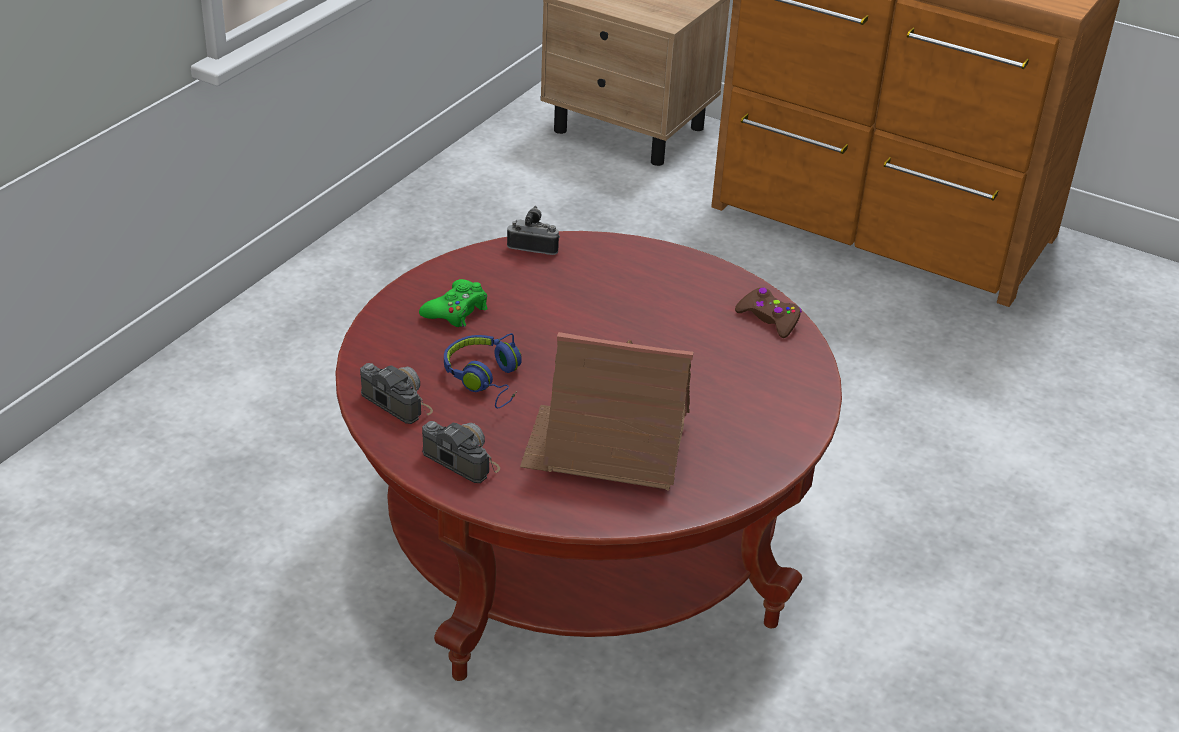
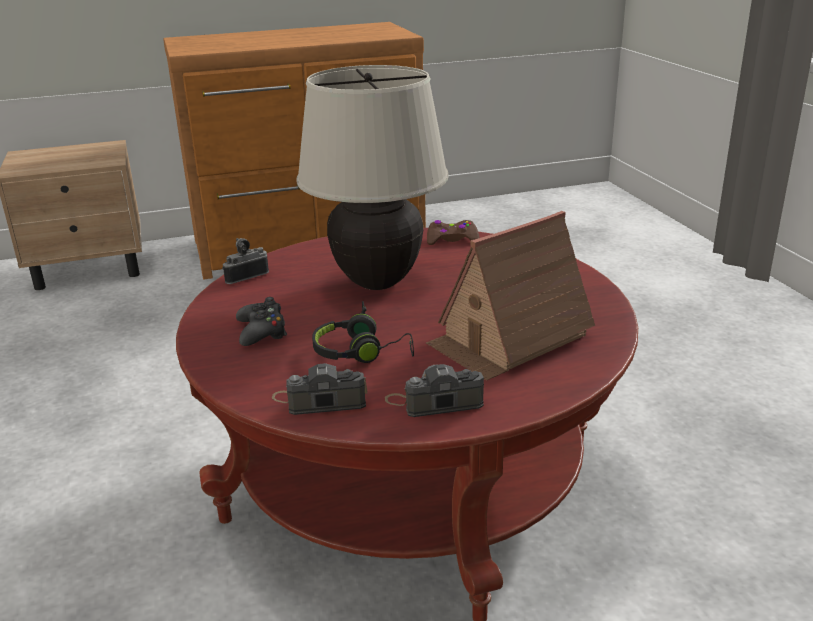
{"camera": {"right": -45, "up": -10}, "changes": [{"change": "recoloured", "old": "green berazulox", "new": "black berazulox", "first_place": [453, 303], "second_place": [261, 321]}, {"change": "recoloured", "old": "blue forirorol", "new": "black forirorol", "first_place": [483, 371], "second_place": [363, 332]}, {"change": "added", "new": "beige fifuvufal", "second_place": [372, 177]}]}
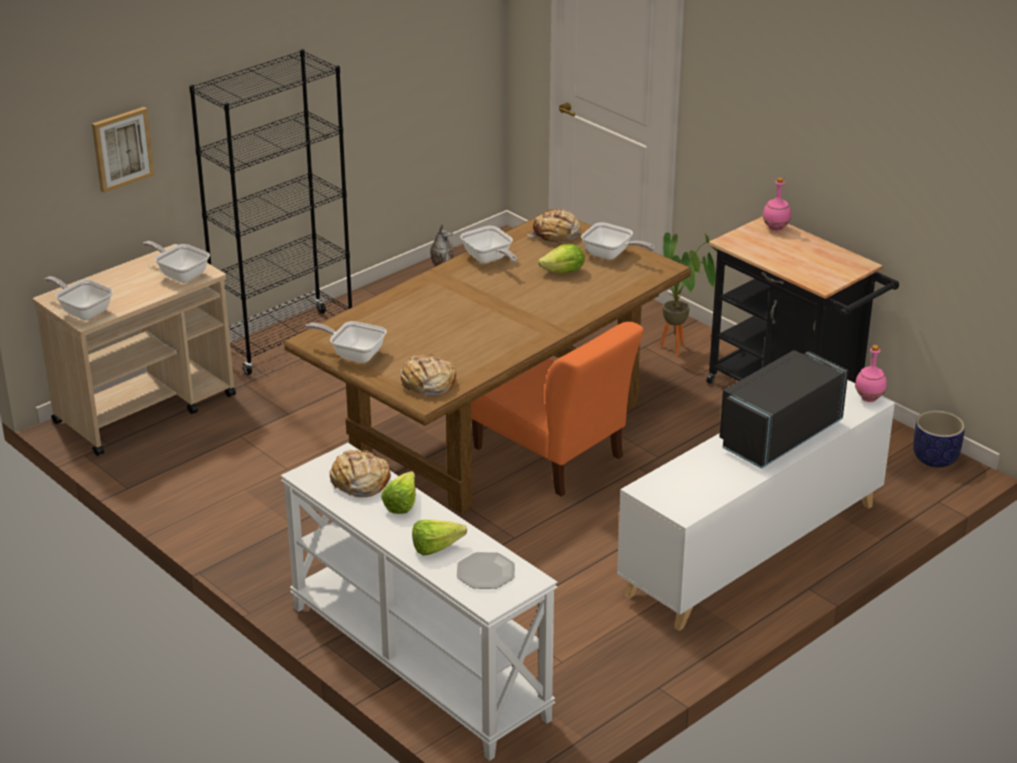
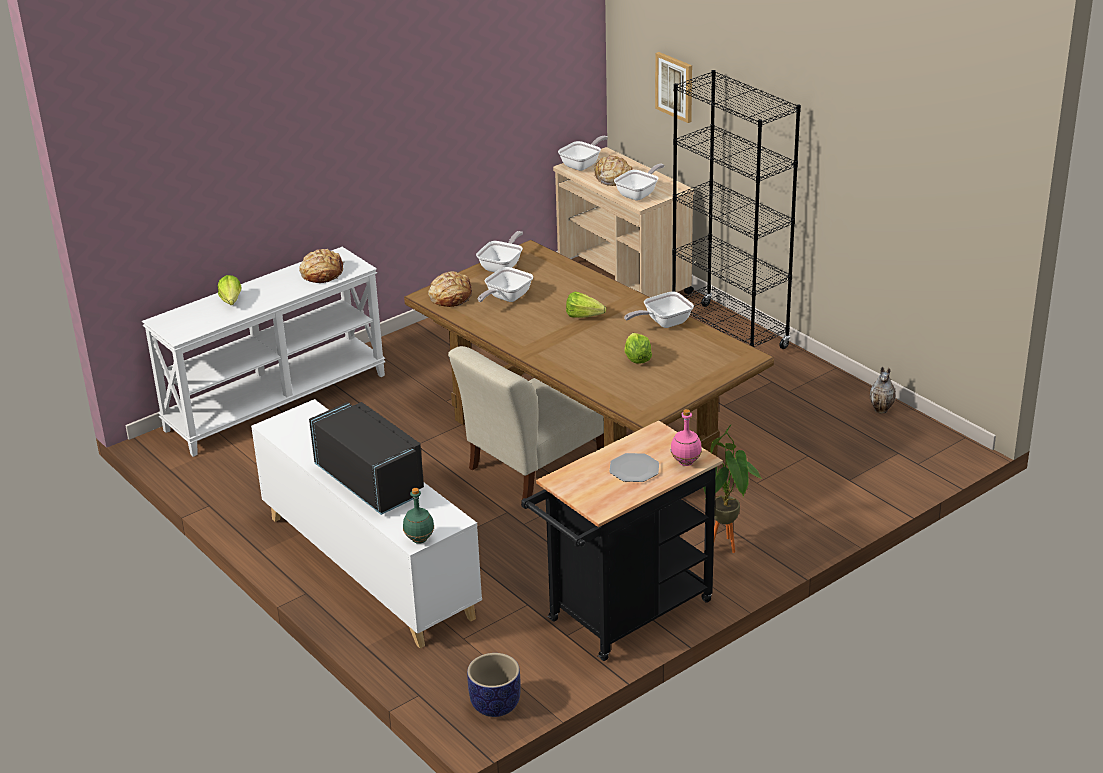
{"camera": {"right": 95, "up": 0}, "changes": [{"change": "moved", "old": "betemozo", "first_place": [398, 493], "second_place": [586, 304]}, {"change": "moved", "old": "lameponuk", "first_place": [486, 570], "second_place": [634, 467]}, {"change": "recoloured", "old": "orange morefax", "new": "beige morefax", "first_place": [557, 409], "second_place": [526, 422]}, {"change": "moved", "old": "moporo", "first_place": [554, 226], "second_place": [613, 170]}, {"change": "moved", "old": "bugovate", "first_place": [618, 241], "second_place": [505, 284]}, {"change": "recoloured", "old": "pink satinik", "new": "green satinik", "first_place": [871, 373], "second_place": [418, 516]}]}
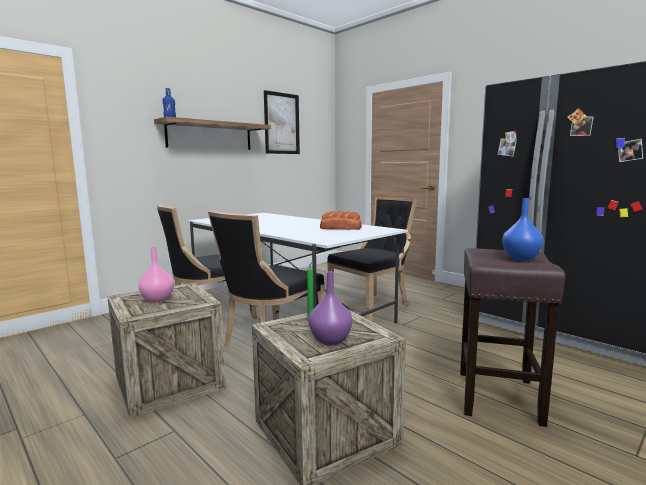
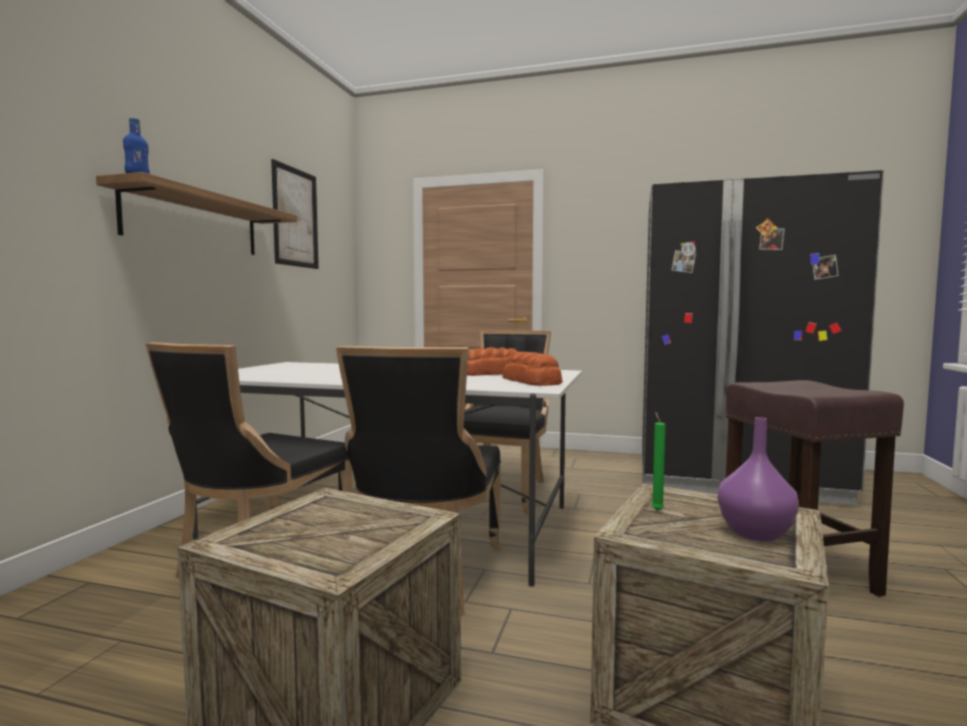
{"camera": {"right": -30, "up": -5}, "changes": [{"change": "removed", "old": "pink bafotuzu", "first_place": [156, 275]}, {"change": "removed", "old": "blue bafotuzu", "first_place": [523, 229]}, {"change": "added", "new": "moporo", "second_place": [533, 369]}]}
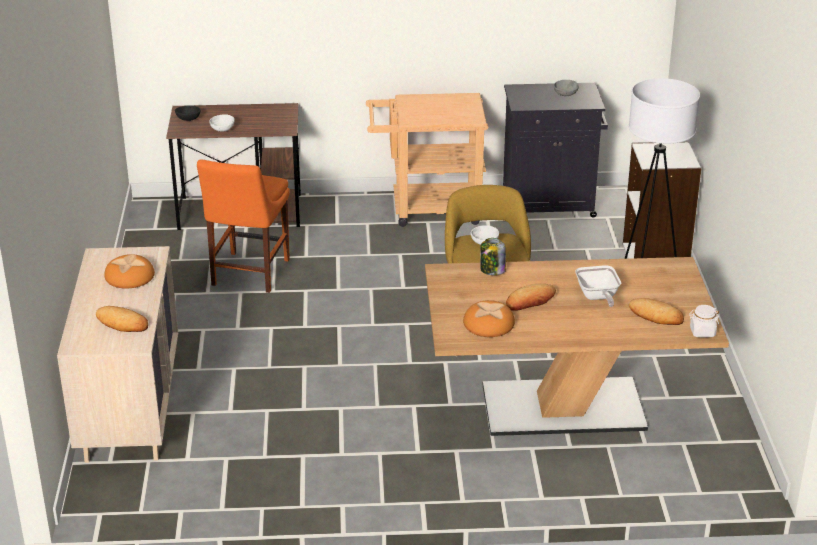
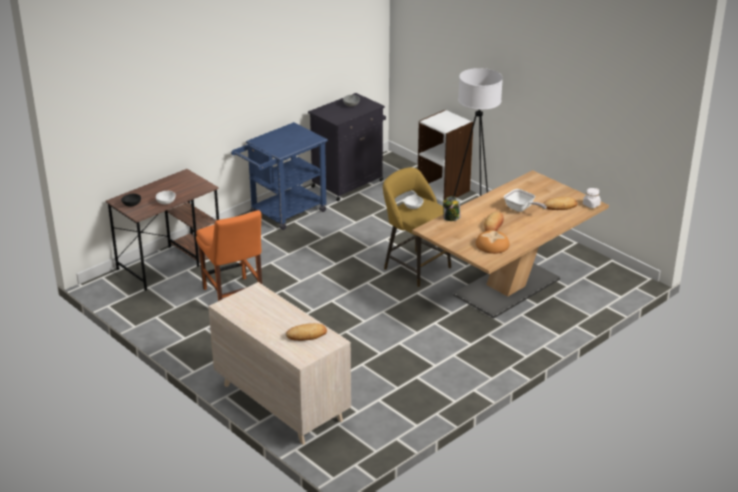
{"camera": {"right": -40, "up": 0}, "changes": [{"change": "removed", "old": "moporo", "first_place": [129, 271]}, {"change": "recoloured", "old": "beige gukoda", "new": "blue gukoda", "first_place": [427, 160], "second_place": [279, 176]}]}
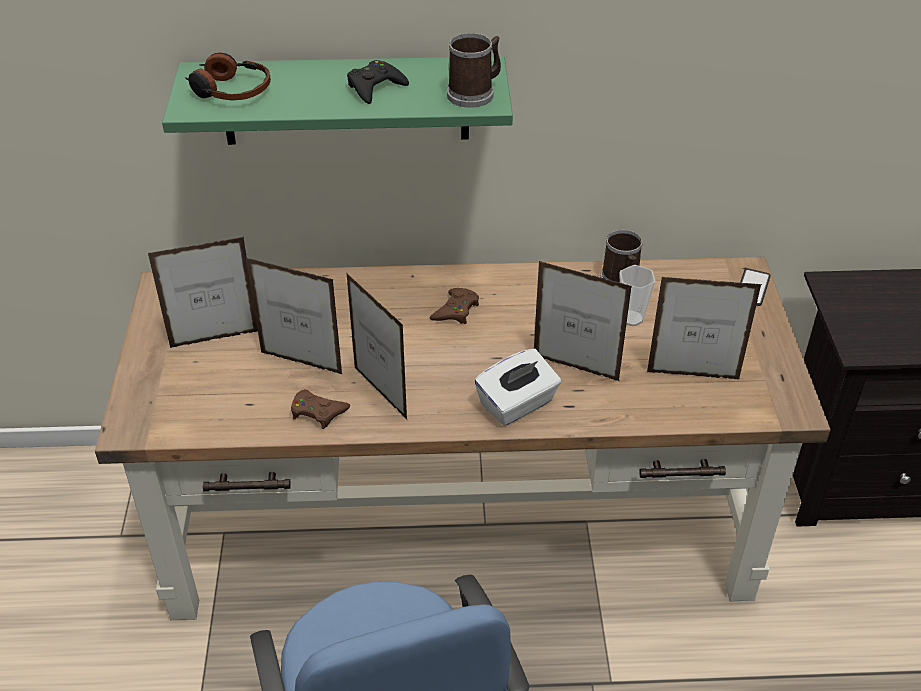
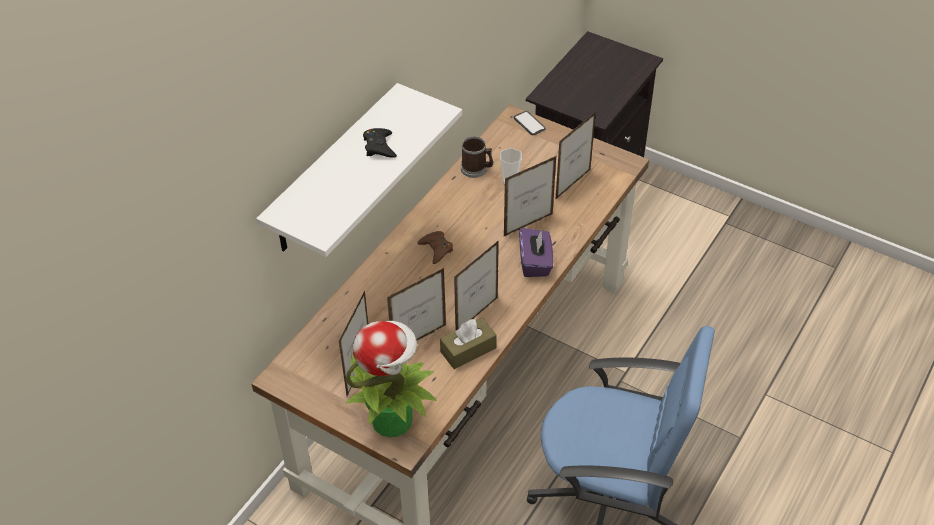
{"camera": {"right": -55, "up": 5}, "changes": [{"change": "recoloured", "old": "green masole", "new": "white masole", "first_place": [337, 100], "second_place": [359, 170]}, {"change": "removed", "old": "forirorol", "first_place": [228, 76]}, {"change": "replaced", "old": "brown berazulox", "new": "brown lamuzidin", "first_place": [320, 409], "second_place": [468, 343]}, {"change": "turned", "old": "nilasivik", "first_place": [377, 347], "second_place": [476, 285], "degrees": -45}, {"change": "removed", "old": "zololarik", "first_place": [474, 70]}, {"change": "recoloured", "old": "white lamuzidin", "new": "purple lamuzidin", "first_place": [517, 387], "second_place": [536, 252]}, {"change": "added", "new": "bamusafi", "second_place": [391, 379]}]}
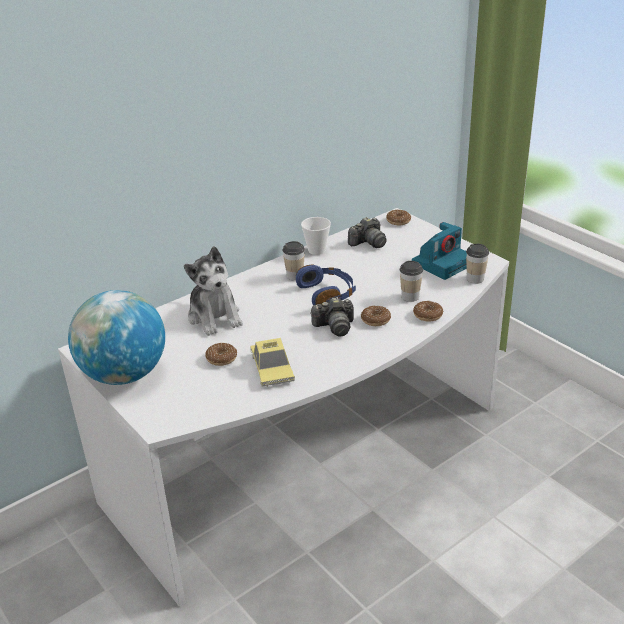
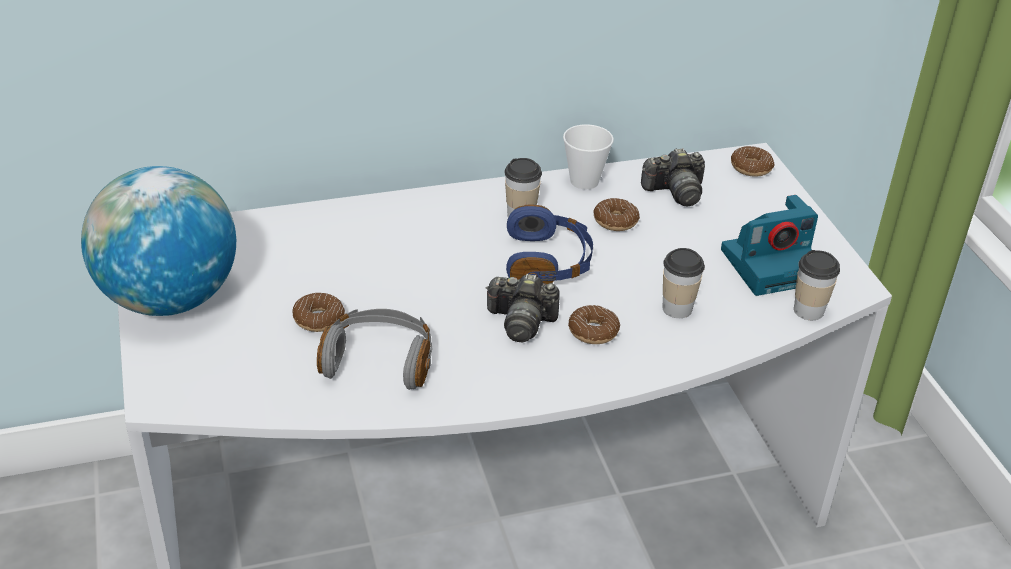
{"camera": {"right": 20, "up": 5}, "changes": [{"change": "removed", "old": "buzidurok", "first_place": [213, 291]}, {"change": "replaced", "old": "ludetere", "new": "grey forirorol", "first_place": [272, 362], "second_place": [374, 349]}, {"change": "moved", "old": "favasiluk", "first_place": [428, 311], "second_place": [616, 214]}]}
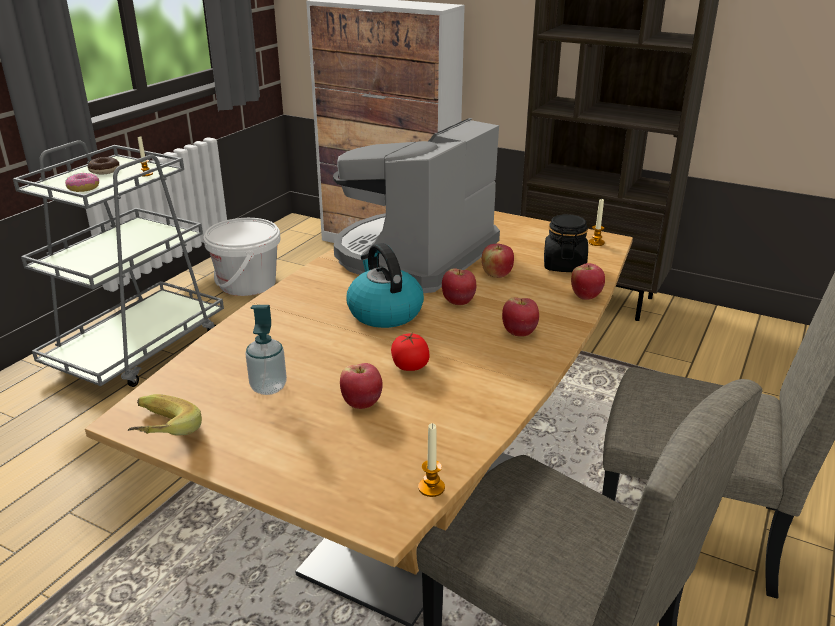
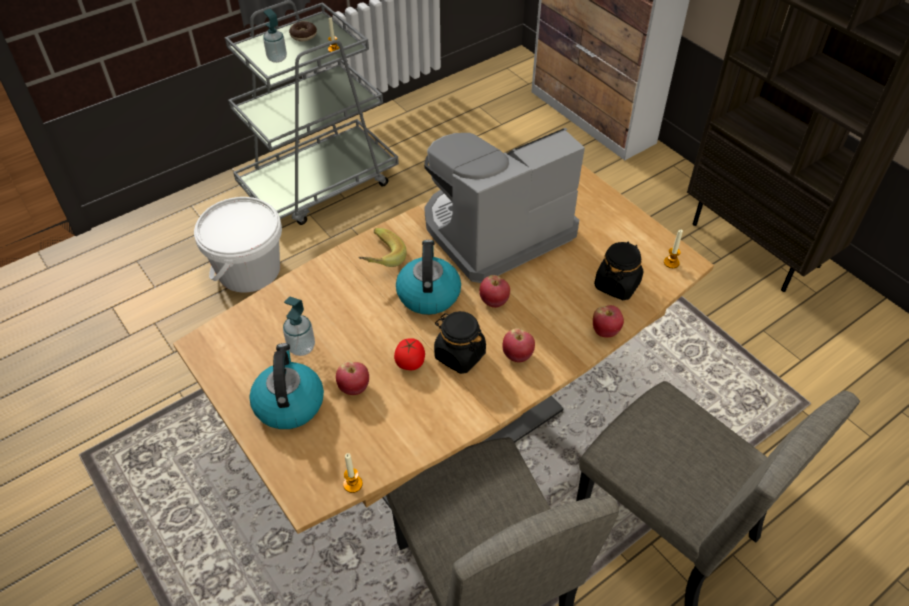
{"camera": {"right": 25, "up": 20}, "changes": [{"change": "replaced", "old": "favasiluk", "new": "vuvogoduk", "first_place": [82, 182], "second_place": [275, 36]}, {"change": "moved", "old": "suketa", "first_place": [165, 414], "second_place": [383, 247]}, {"change": "moved", "old": "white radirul", "first_place": [242, 257], "second_place": [238, 245]}, {"change": "removed", "old": "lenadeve", "first_place": [498, 261]}, {"change": "added", "new": "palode", "second_place": [286, 386]}, {"change": "added", "new": "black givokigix", "second_place": [460, 342]}]}
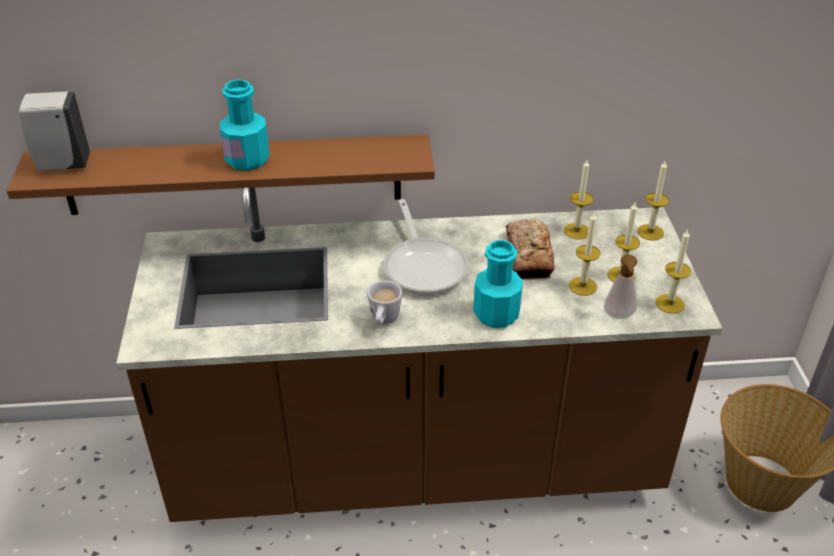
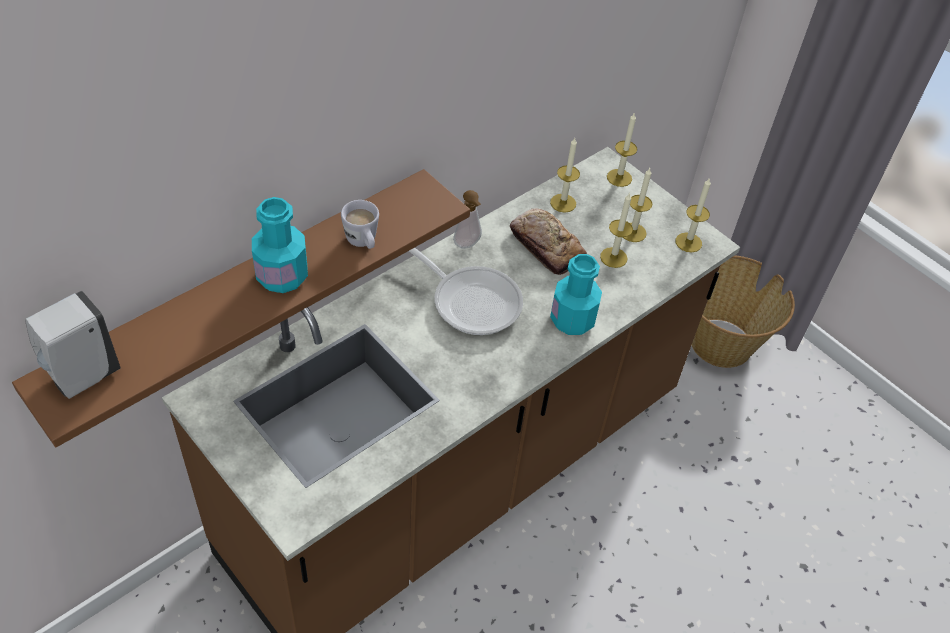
{"camera": {"right": -40, "up": 10}, "changes": [{"change": "moved", "old": "white zololarik", "first_place": [384, 303], "second_place": [360, 224]}, {"change": "moved", "old": "vuvogoduk", "first_place": [621, 287], "second_place": [467, 219]}]}
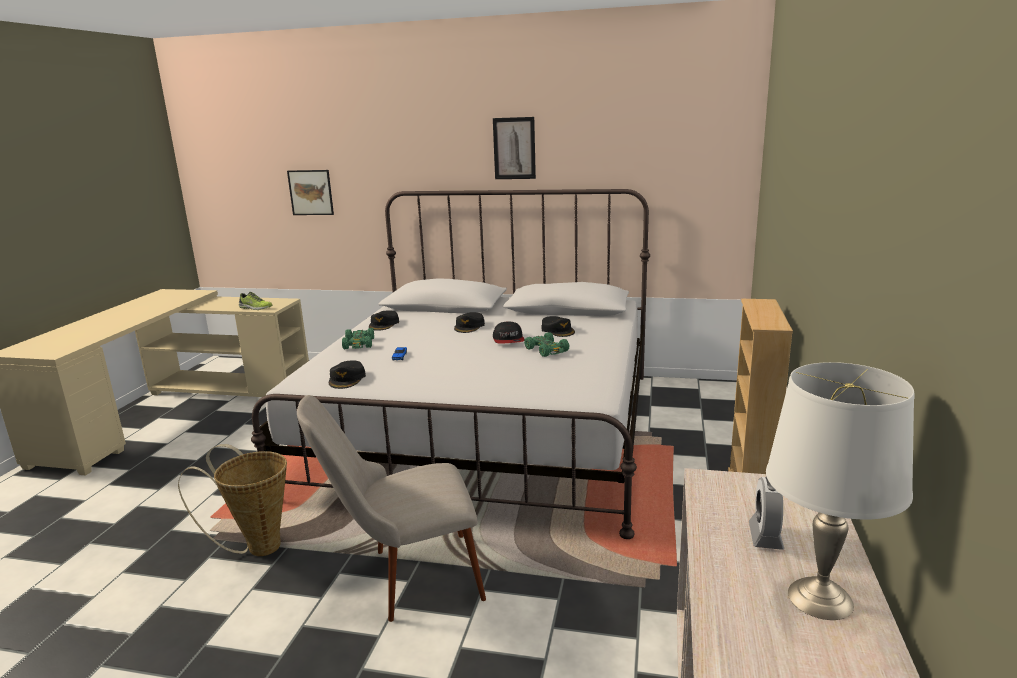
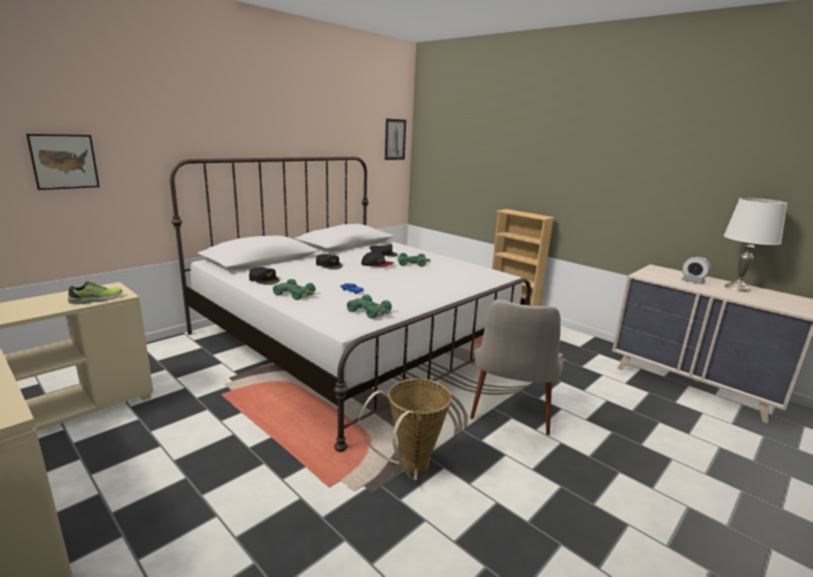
{"camera": {"right": -60, "up": 0}, "changes": [{"change": "replaced", "old": "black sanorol", "new": "green ludetere", "first_place": [347, 374], "second_place": [369, 306]}, {"change": "moved", "old": "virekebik", "first_place": [514, 148], "second_place": [395, 139]}]}
